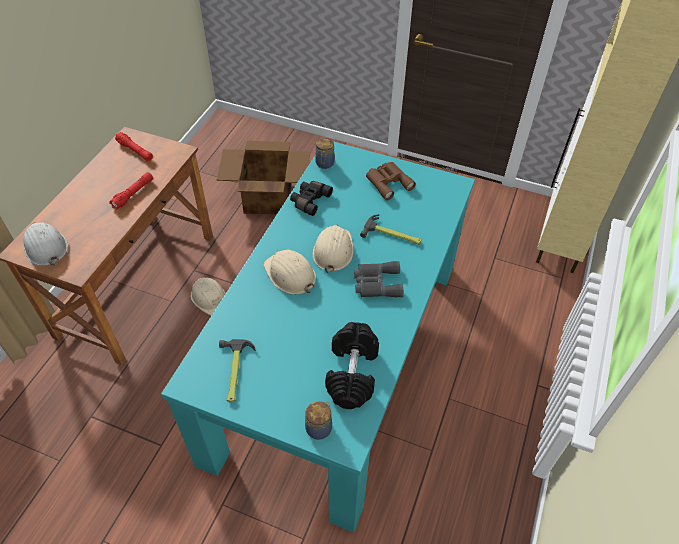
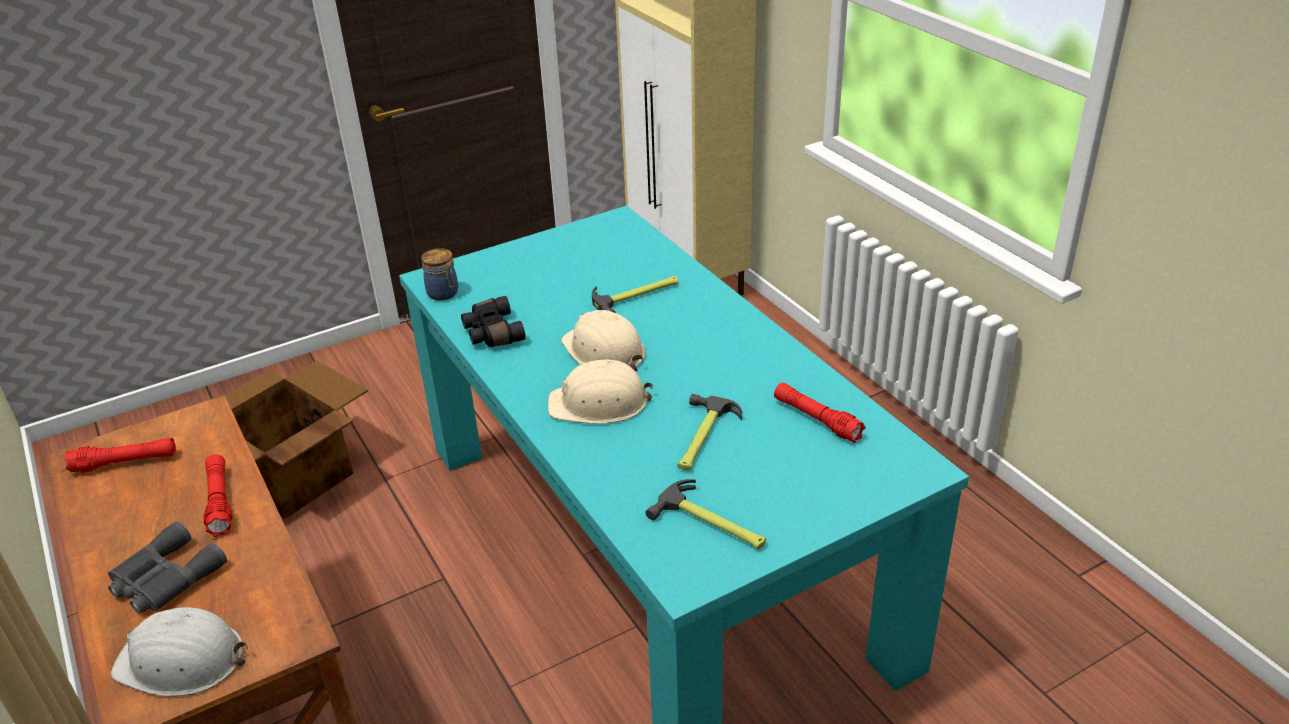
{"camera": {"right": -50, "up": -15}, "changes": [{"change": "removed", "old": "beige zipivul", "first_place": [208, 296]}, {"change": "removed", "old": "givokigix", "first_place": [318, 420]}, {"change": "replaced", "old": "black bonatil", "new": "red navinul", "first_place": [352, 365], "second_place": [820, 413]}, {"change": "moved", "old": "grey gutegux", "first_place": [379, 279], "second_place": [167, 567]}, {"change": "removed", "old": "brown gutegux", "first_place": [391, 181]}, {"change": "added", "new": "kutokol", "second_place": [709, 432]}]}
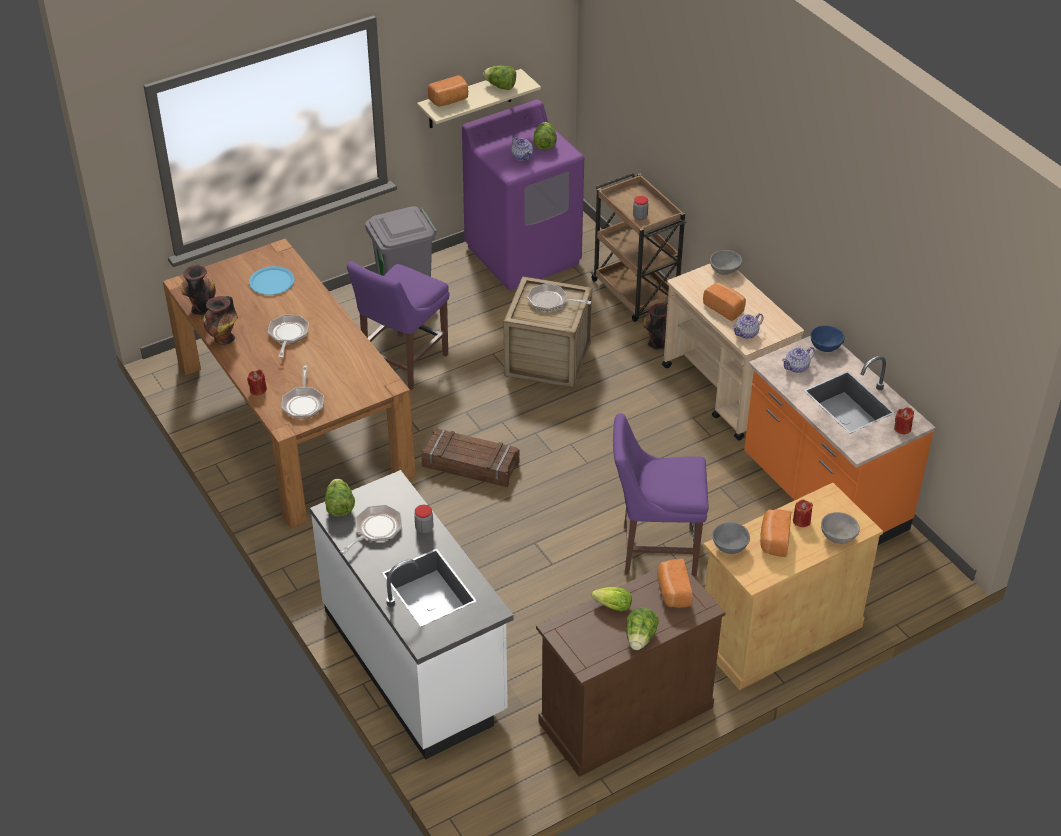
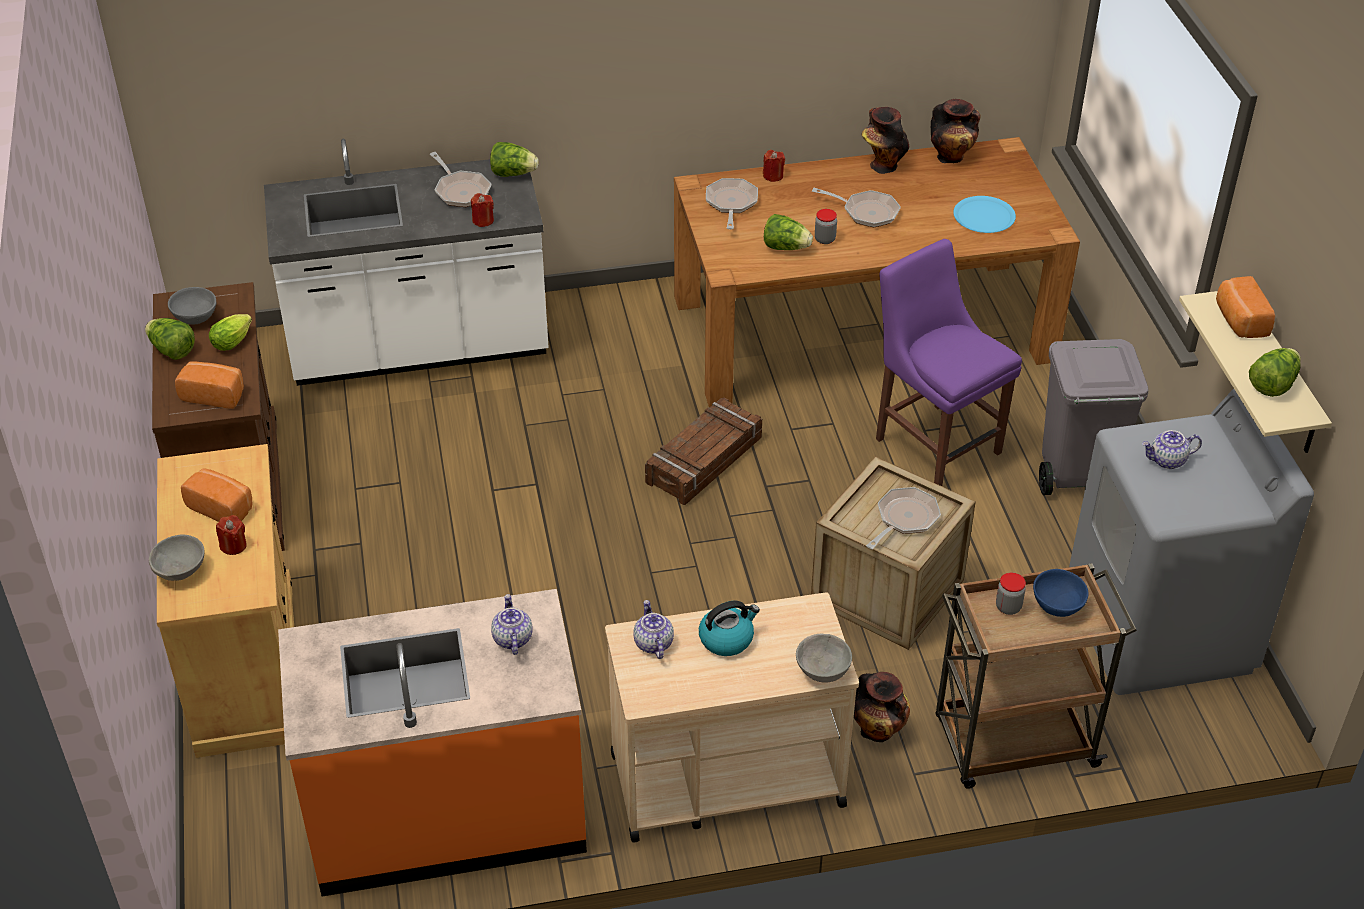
{"camera": {"right": 110, "up": 0}, "changes": [{"change": "turned", "old": "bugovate", "first_place": [302, 391], "second_place": [732, 203], "degrees": 75}, {"change": "moved", "old": "givokigix", "first_place": [423, 519], "second_place": [826, 226]}, {"change": "recoloured", "old": "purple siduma", "new": "grey siduma", "first_place": [523, 195], "second_place": [1191, 542]}, {"change": "moved", "old": "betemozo", "first_place": [545, 136], "second_place": [788, 232]}, {"change": "removed", "old": "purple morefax", "first_place": [661, 494]}, {"change": "replaced", "old": "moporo", "new": "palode", "first_place": [724, 301], "second_place": [729, 628]}, {"change": "moved", "old": "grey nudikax", "first_place": [731, 538], "second_place": [192, 306]}, {"change": "moved", "old": "blue nudikax", "first_place": [827, 338], "second_place": [1061, 593]}, {"change": "moved", "old": "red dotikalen", "first_place": [904, 421], "second_place": [482, 210]}]}
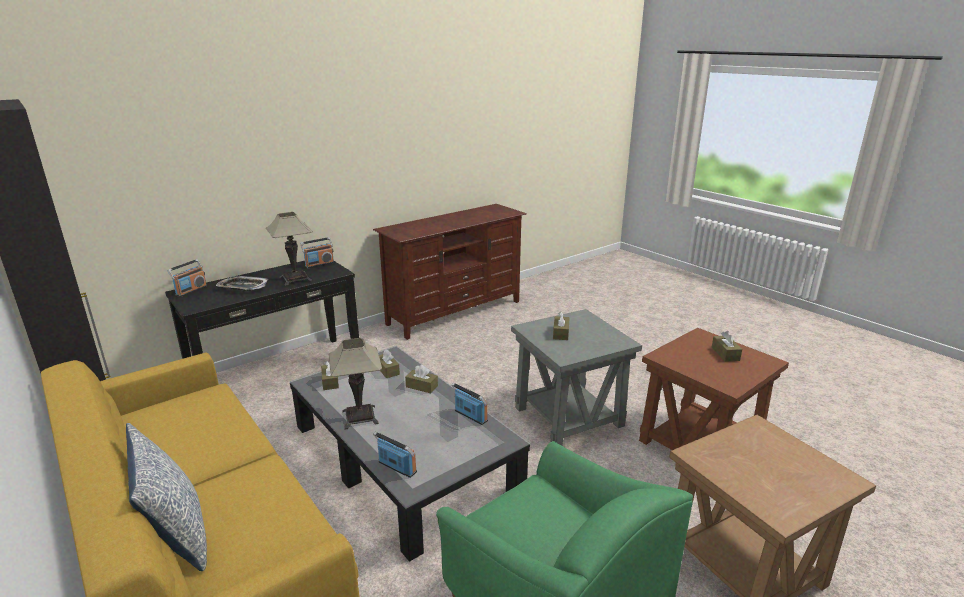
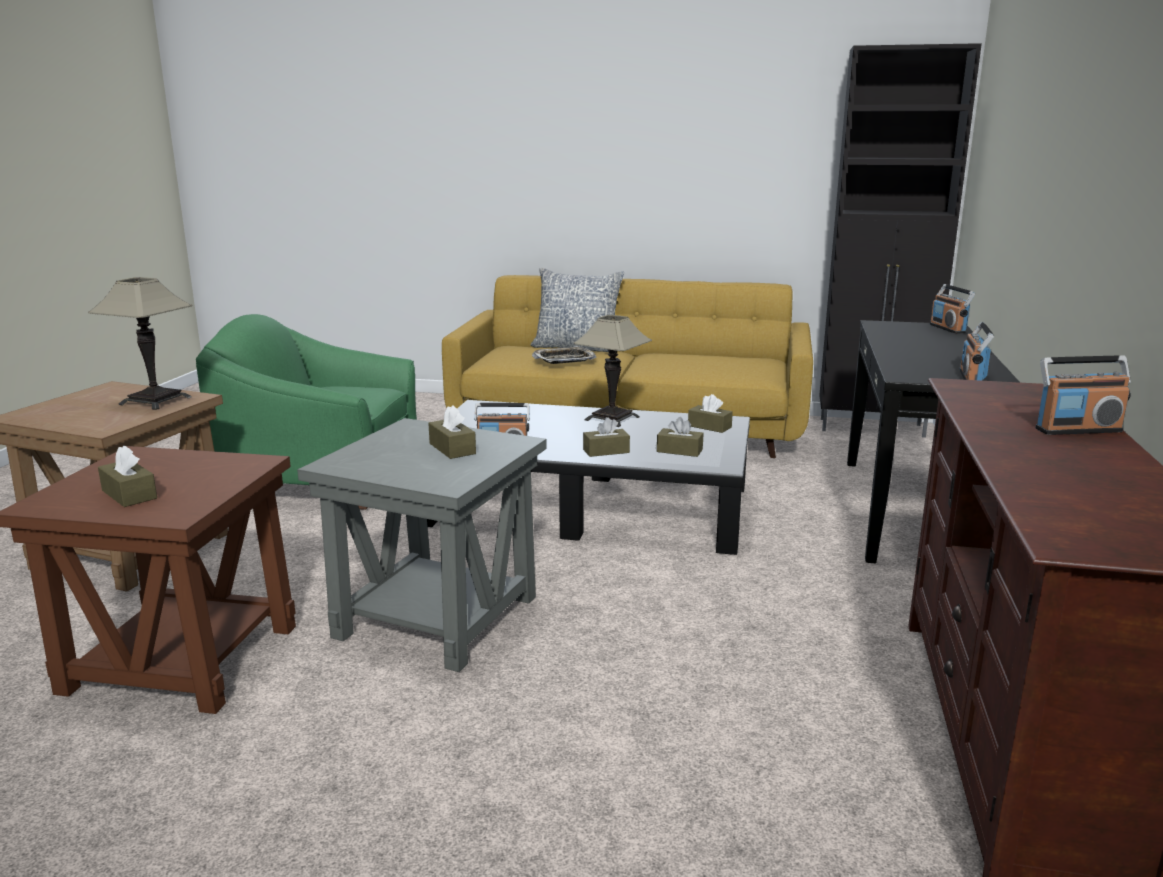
{"camera": {"right": 140, "up": -5}, "changes": [{"change": "moved", "old": "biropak", "first_place": [242, 283], "second_place": [564, 355]}, {"change": "moved", "old": "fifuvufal", "first_place": [289, 249], "second_place": [140, 343]}, {"change": "moved", "old": "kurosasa", "first_place": [395, 454], "second_place": [1083, 395]}]}
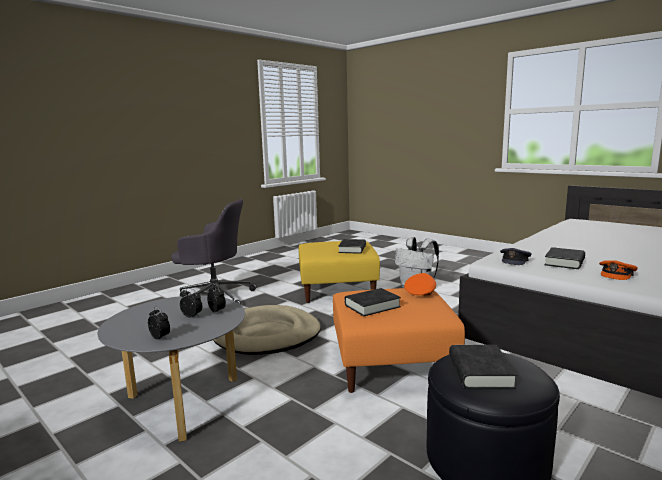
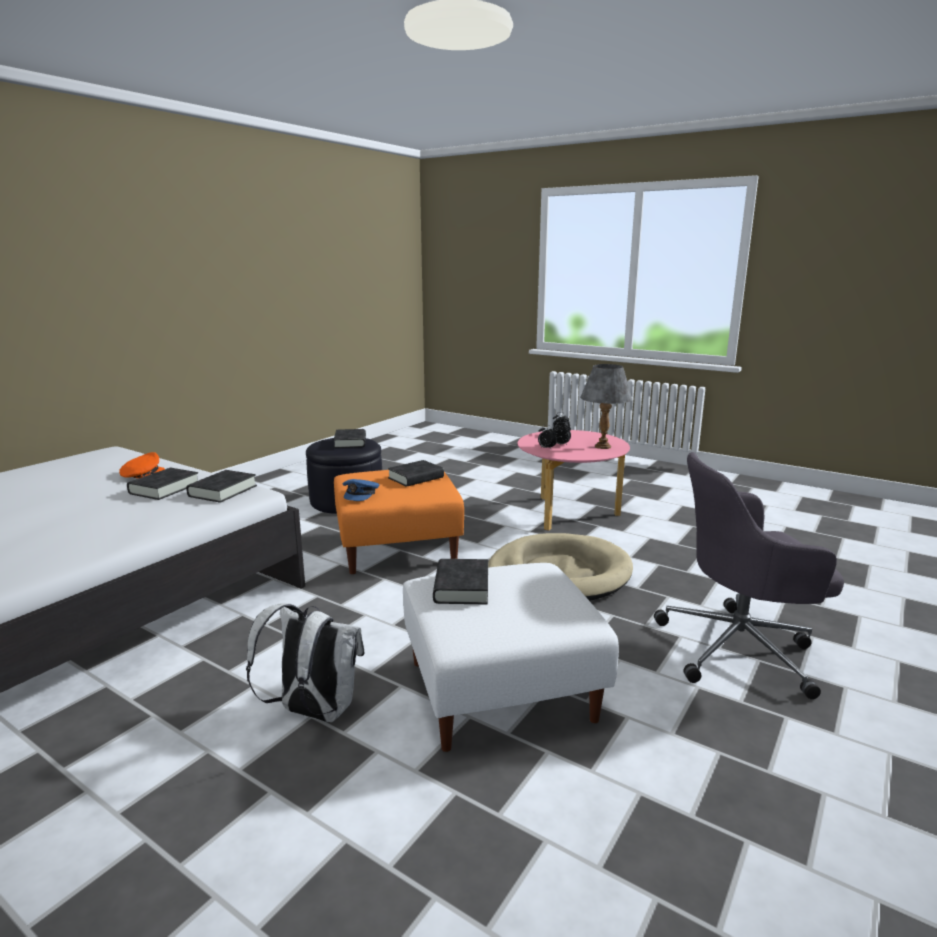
{"camera": {"right": 170, "up": 5}, "changes": [{"change": "recoloured", "old": "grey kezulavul", "new": "pink kezulavul", "first_place": [171, 368], "second_place": [573, 480]}, {"change": "recoloured", "old": "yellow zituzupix", "new": "white zituzupix", "first_place": [339, 272], "second_place": [511, 657]}, {"change": "recoloured", "old": "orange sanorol", "new": "blue sanorol", "first_place": [420, 284], "second_place": [361, 490]}, {"change": "replaced", "old": "grey sanorol", "new": "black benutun", "first_place": [516, 256], "second_place": [221, 486]}, {"change": "added", "new": "grey fifuvufal", "second_place": [606, 406]}]}
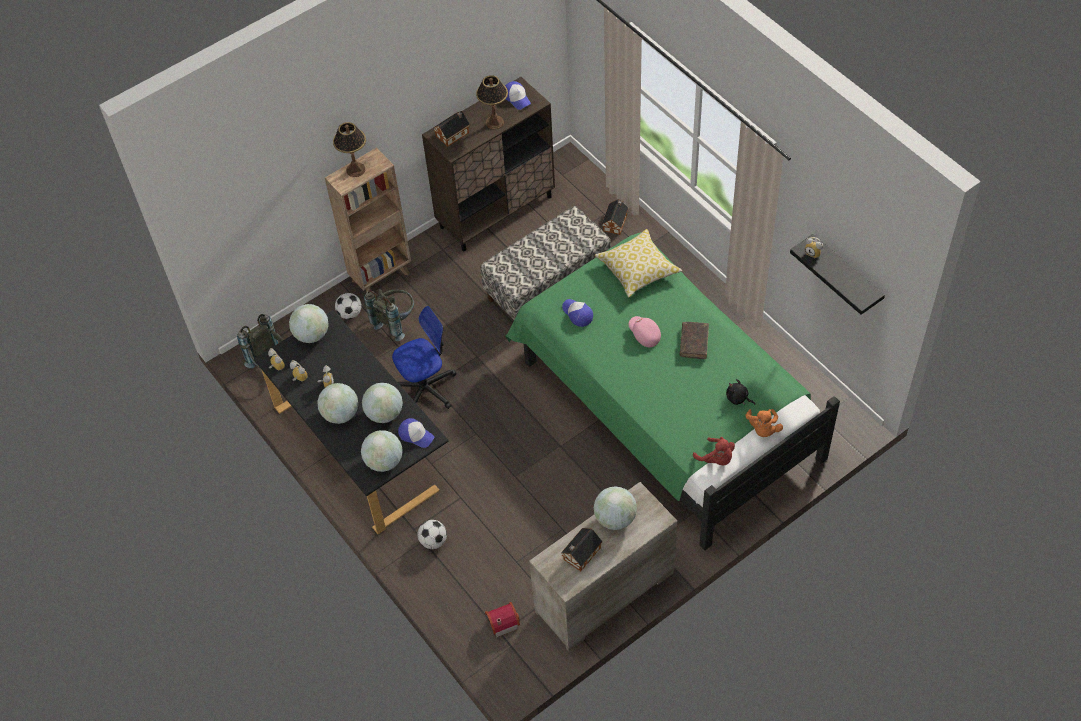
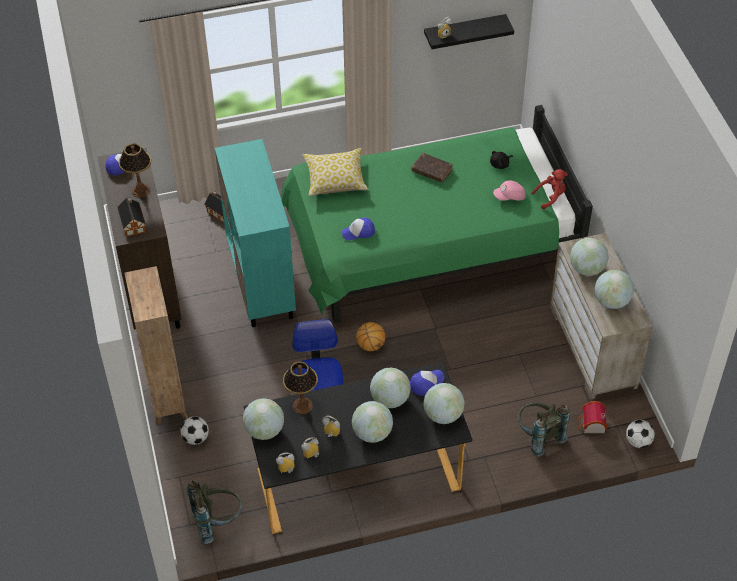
{"camera": {"right": -70, "up": -5}, "changes": [{"change": "moved", "old": "fifuvufal", "first_place": [349, 149], "second_place": [300, 388]}, {"change": "moved", "old": "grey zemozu", "first_place": [389, 315], "second_place": [544, 430]}, {"change": "moved", "old": "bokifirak", "first_place": [432, 534], "second_place": [640, 434]}, {"change": "replaced", "old": "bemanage", "new": "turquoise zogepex", "first_place": [545, 263], "second_place": [255, 233]}, {"change": "replaced", "old": "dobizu", "new": "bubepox", "first_place": [582, 549], "second_place": [614, 289]}, {"change": "moved", "old": "pink sanorol", "first_place": [645, 331], "second_place": [509, 190]}, {"change": "removed", "old": "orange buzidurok", "first_place": [764, 423]}, {"change": "added", "new": "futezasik", "second_place": [370, 336]}]}
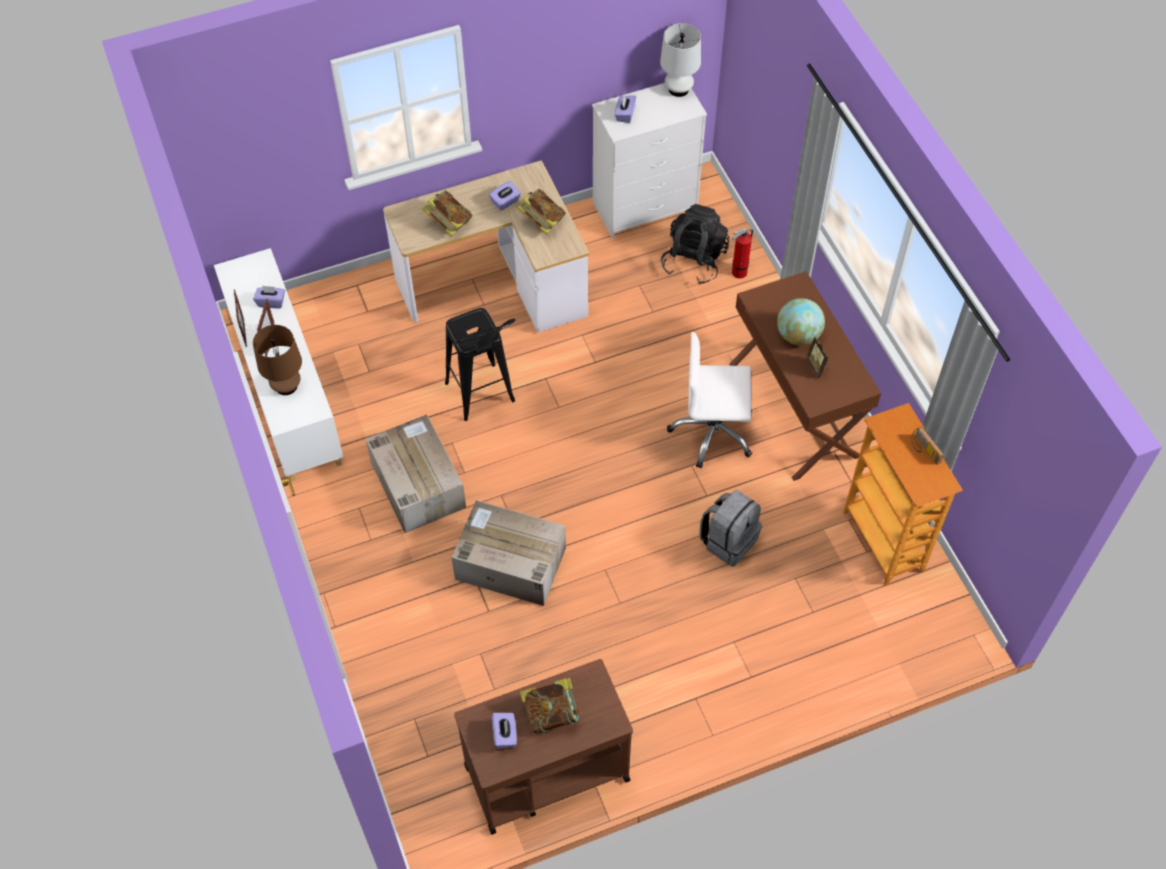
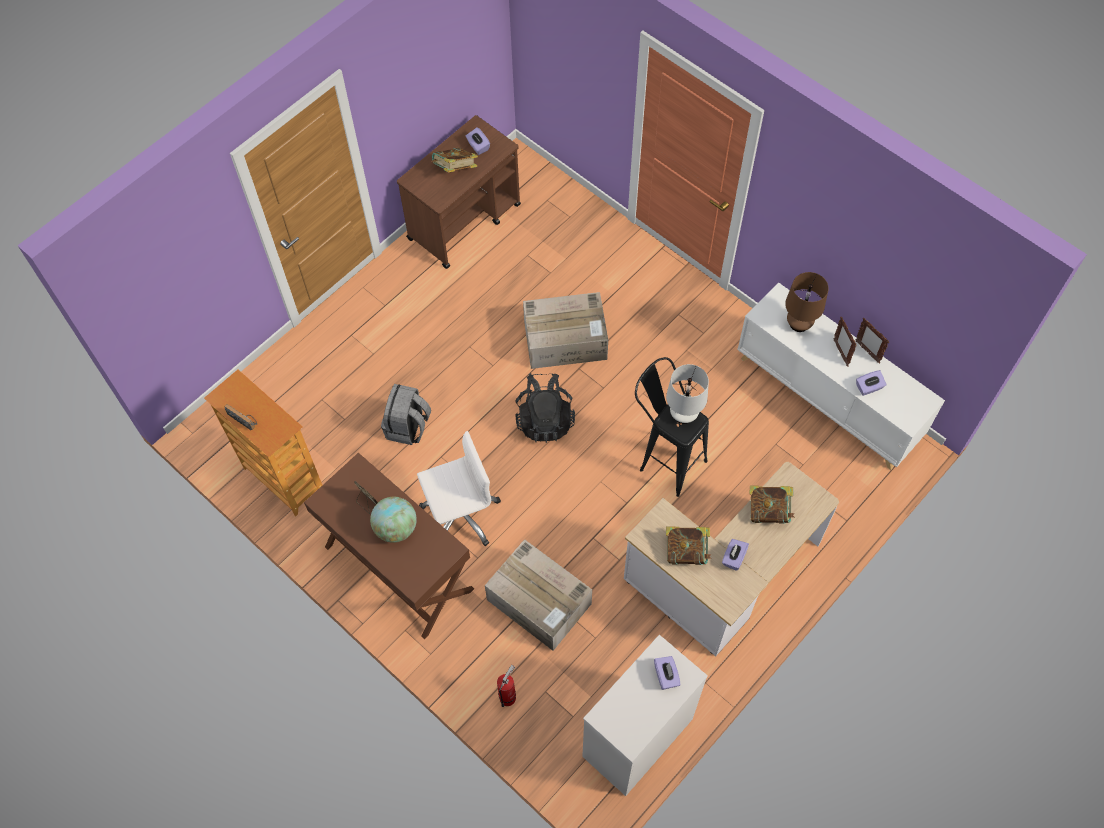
{"camera": {"right": 155, "up": 5}, "changes": [{"change": "moved", "old": "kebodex", "first_place": [415, 473], "second_place": [538, 595]}, {"change": "moved", "old": "white fifuvufal", "first_place": [680, 60], "second_place": [687, 394]}, {"change": "moved", "old": "black zemozu", "first_place": [695, 244], "second_place": [545, 408]}]}
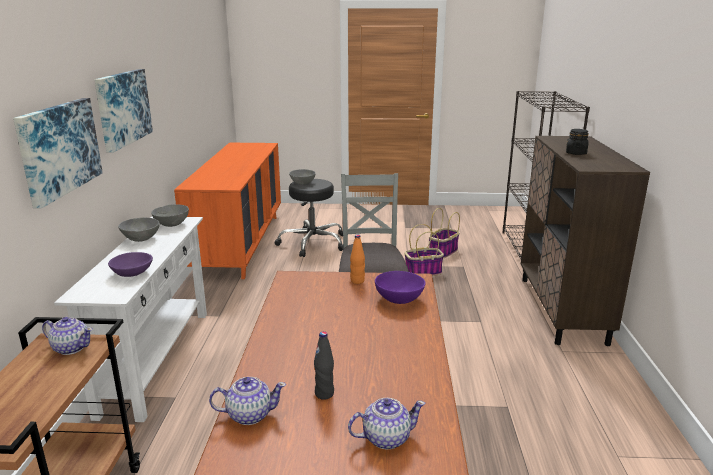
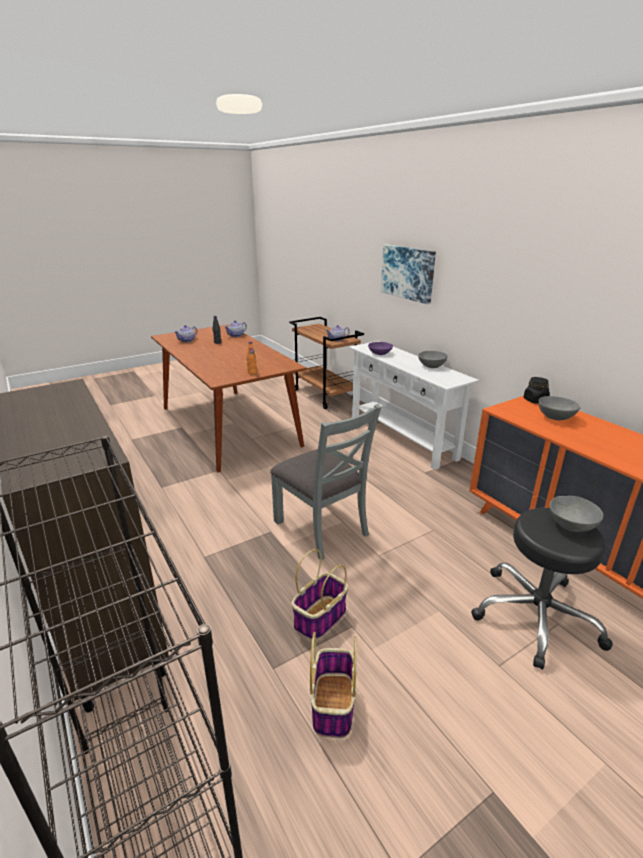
{"camera": {"right": 145, "up": 5}, "changes": [{"change": "removed", "old": "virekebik", "first_place": [123, 111]}, {"change": "moved", "old": "grey nudikax", "first_place": [170, 215], "second_place": [559, 408]}, {"change": "removed", "old": "purple nudikax", "first_place": [400, 287]}, {"change": "moved", "old": "black givokigix", "first_place": [577, 142], "second_place": [536, 390]}]}
